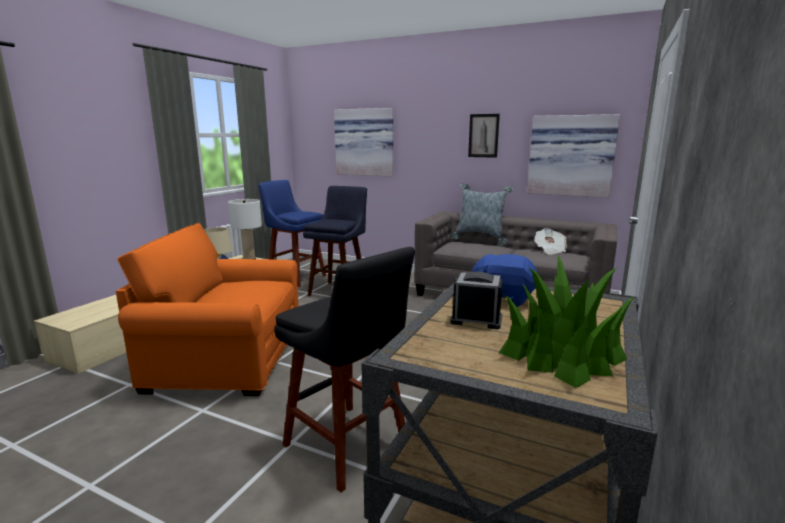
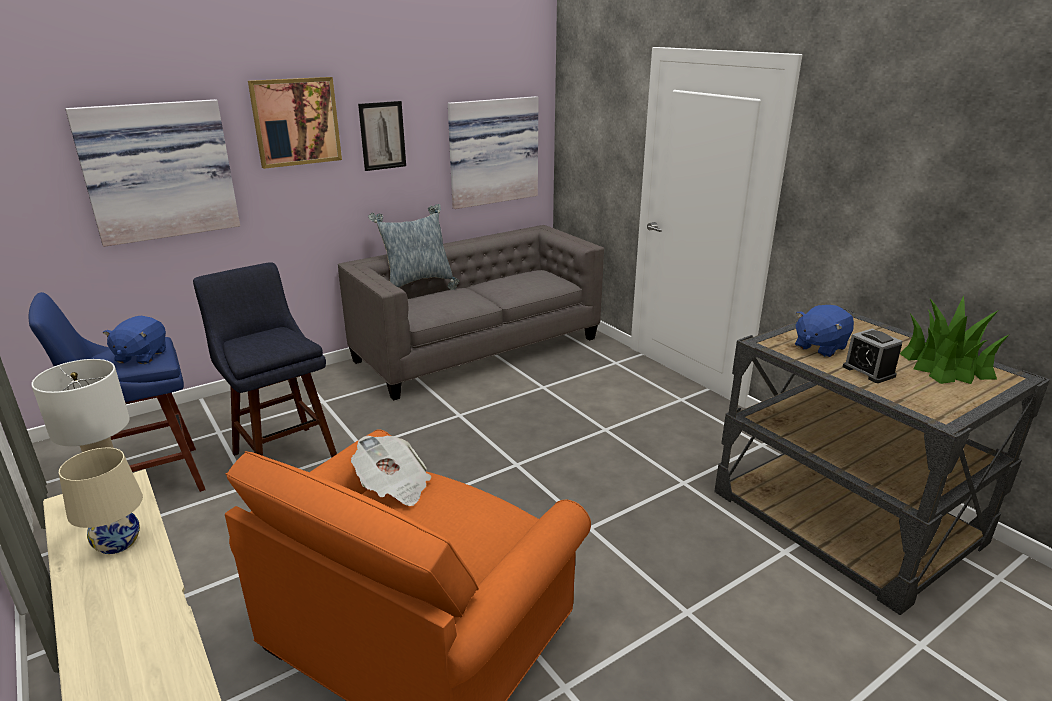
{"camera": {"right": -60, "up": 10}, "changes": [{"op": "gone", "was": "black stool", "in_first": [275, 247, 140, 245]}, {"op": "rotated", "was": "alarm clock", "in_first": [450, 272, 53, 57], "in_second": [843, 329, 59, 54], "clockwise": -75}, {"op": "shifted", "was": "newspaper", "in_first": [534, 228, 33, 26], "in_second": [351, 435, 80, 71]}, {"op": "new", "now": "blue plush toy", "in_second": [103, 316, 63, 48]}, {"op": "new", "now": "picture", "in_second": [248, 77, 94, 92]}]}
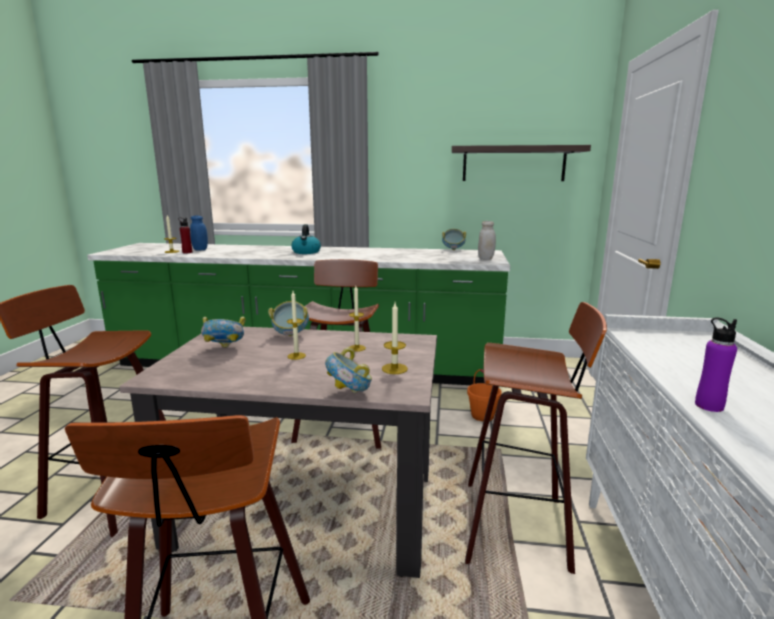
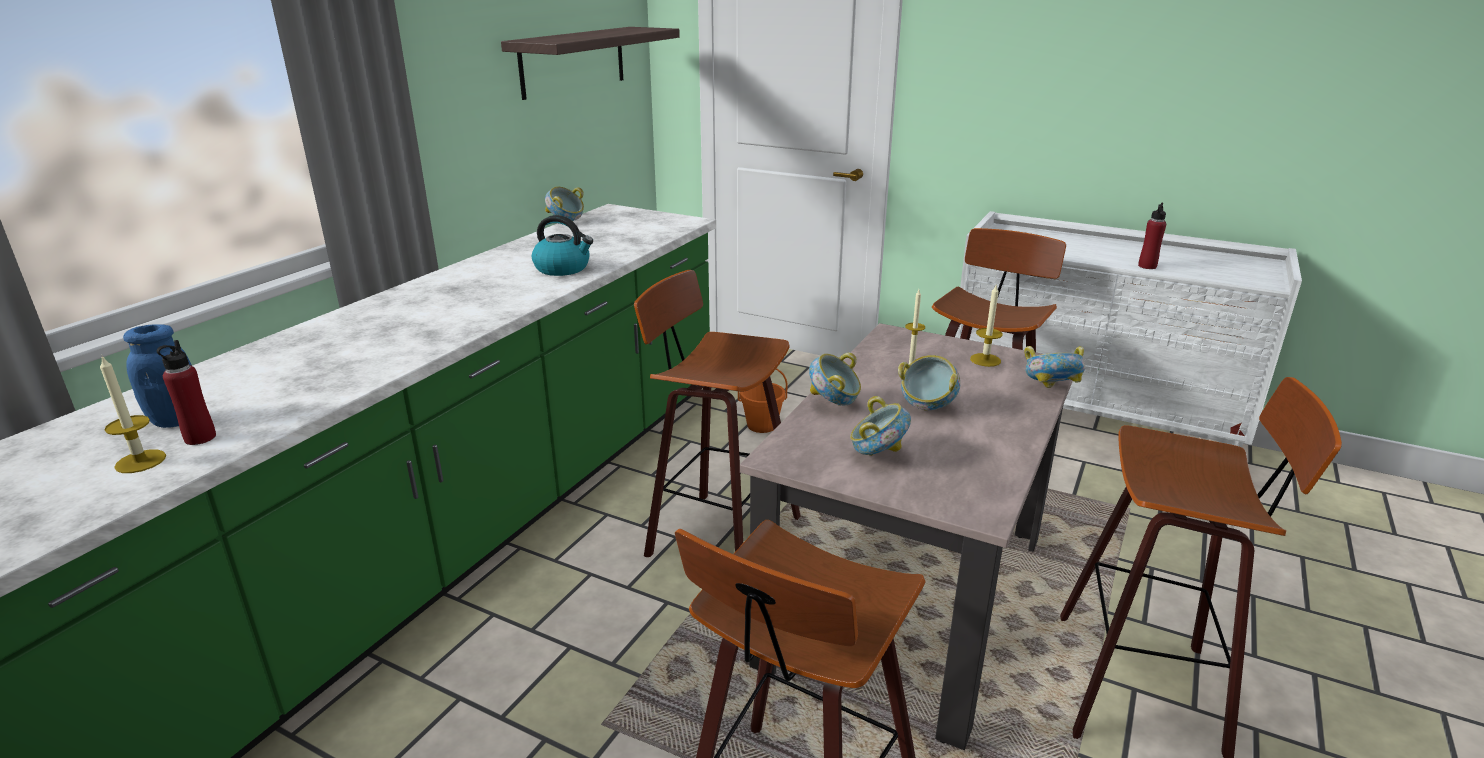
{"camera": {"right": -70, "up": 10}, "changes": [{"op": "swapped", "was": "candle", "now": "bowl", "in_first": [287, 291, 19, 69], "in_second": [898, 355, 63, 56]}, {"op": "shifted", "was": "kettle", "in_first": [291, 224, 30, 30], "in_second": [532, 215, 61, 61]}, {"op": "gone", "was": "white jar", "in_first": [478, 221, 18, 39]}, {"op": "repainted", "was": "purple bottle", "now": "red bottle", "in_first": [695, 317, 42, 95], "in_second": [1138, 203, 28, 66]}]}
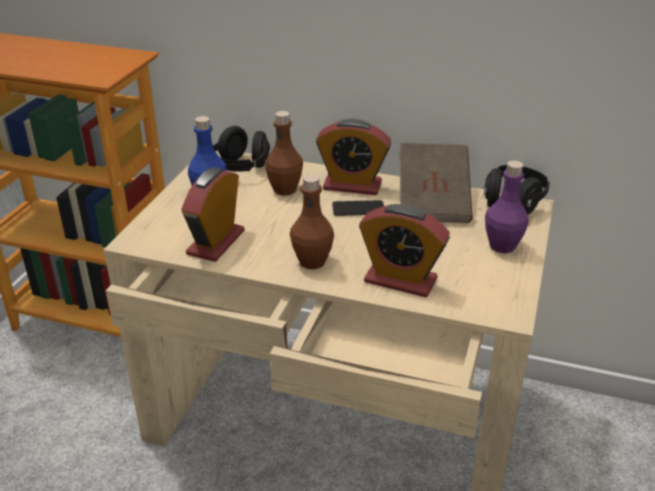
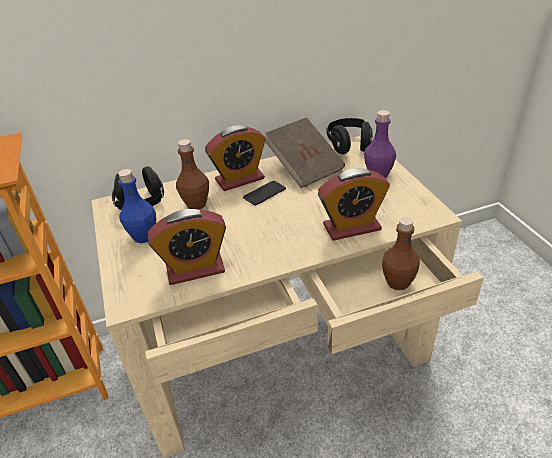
{"camera": {"right": -35, "up": 5}, "changes": [{"op": "rotated", "was": "alarm clock", "in_first": [181, 167, 63, 95], "in_second": [148, 209, 78, 76], "clockwise": -90}, {"op": "shifted", "was": "brown bottle", "in_first": [290, 174, 44, 95], "in_second": [382, 216, 38, 74]}]}
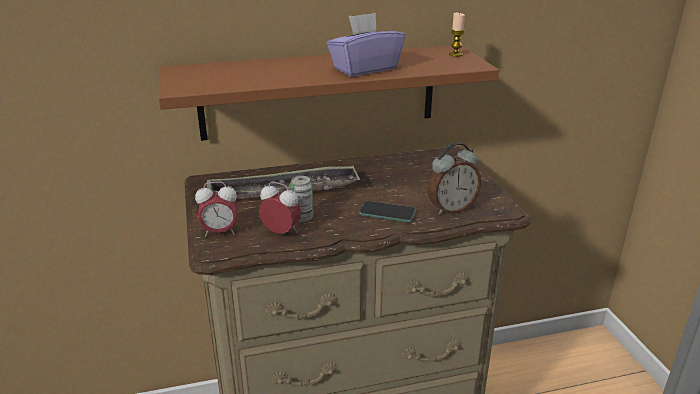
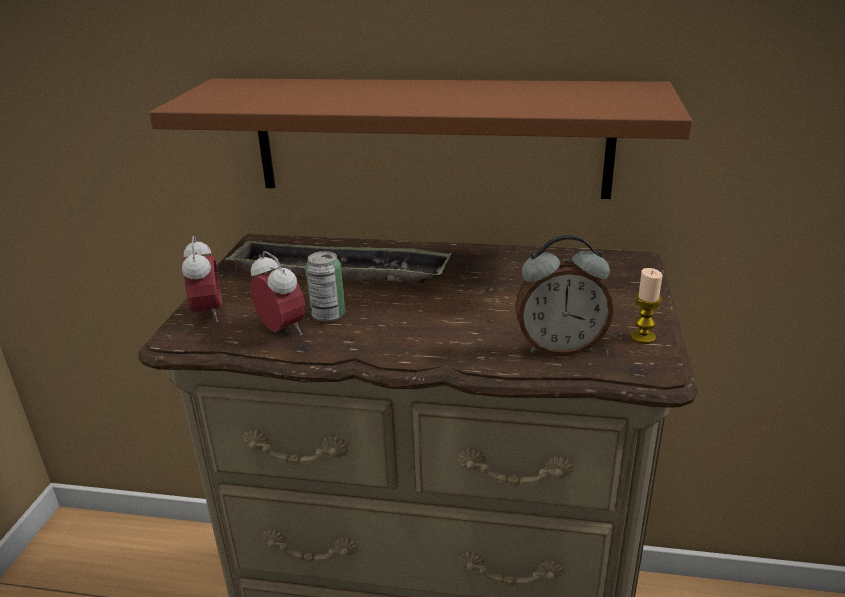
{"camera": {"right": 25, "up": 0}, "changes": [{"op": "rotated", "was": "alarm clock", "in_first": [195, 181, 43, 56], "in_second": [182, 236, 40, 86], "clockwise": -120}, {"op": "gone", "was": "purple tissue box", "in_first": [327, 13, 78, 64]}, {"op": "gone", "was": "phone", "in_first": [359, 201, 57, 22]}, {"op": "shifted", "was": "candle", "in_first": [449, 13, 16, 44], "in_second": [631, 268, 32, 76]}]}
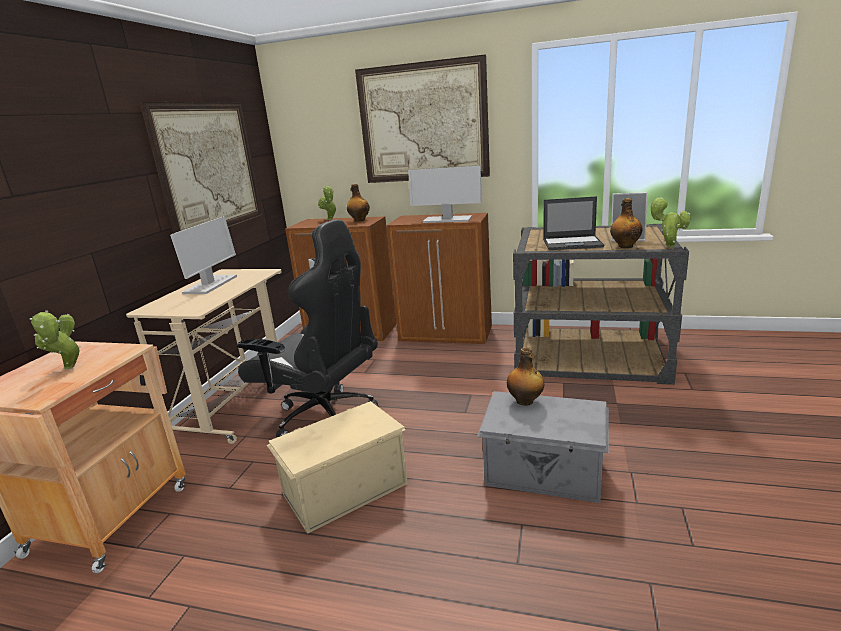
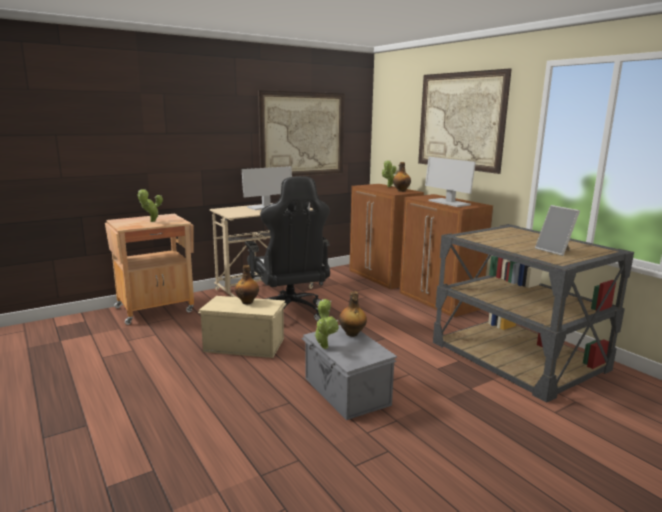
{"camera": {"right": 40, "up": -5}, "changes": [{"op": "gone", "was": "laptop", "in_first": [543, 196, 61, 54]}, {"op": "shifted", "was": "bottle", "in_first": [610, 198, 33, 50], "in_second": [235, 265, 24, 39]}, {"op": "shifted", "was": "potted plant", "in_first": [650, 197, 41, 50], "in_second": [314, 299, 25, 50]}]}
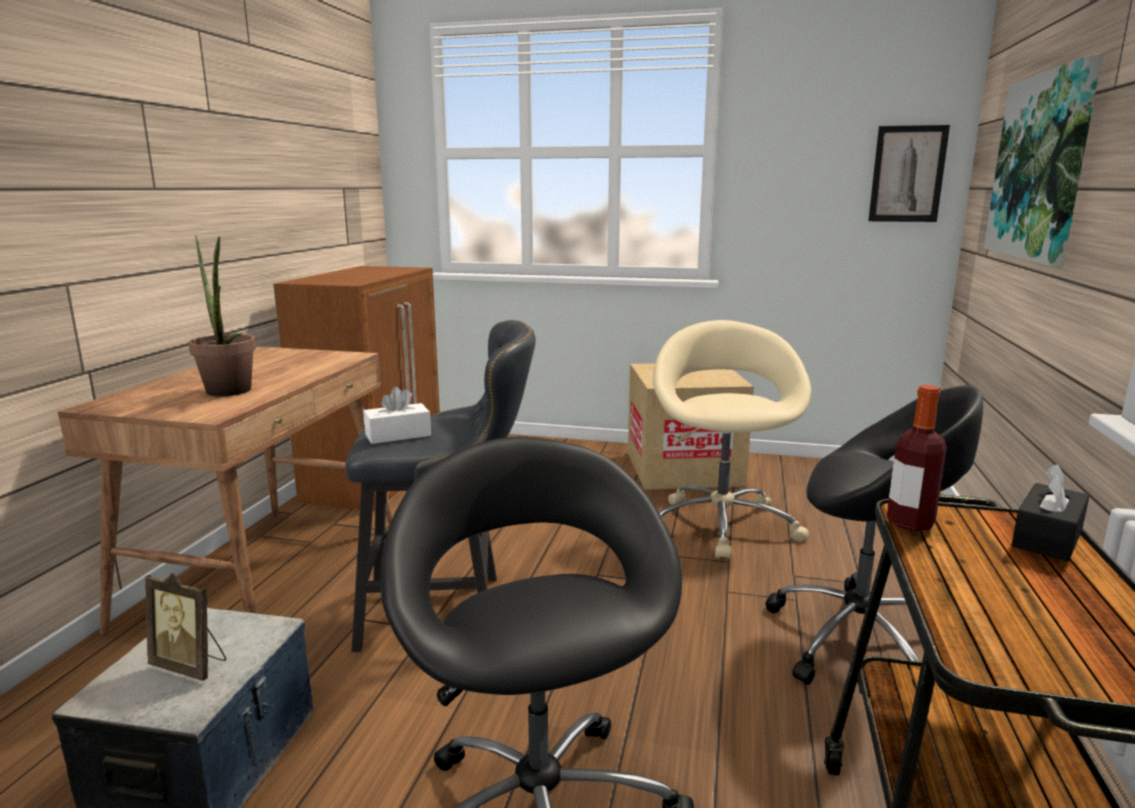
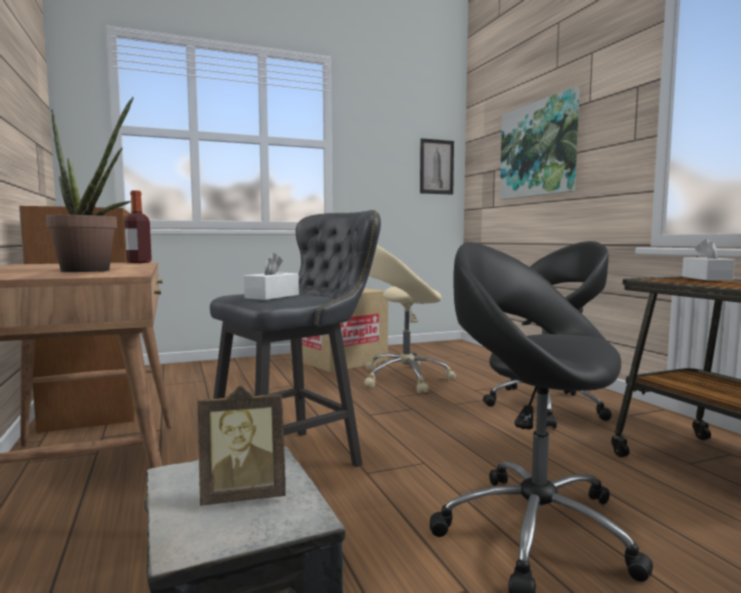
{"camera": {"right": -35, "up": -10}, "changes": [{"op": "rotated", "was": "beige office chair", "in_first": [653, 320, 158, 239], "in_second": [364, 245, 92, 148], "clockwise": -60}, {"op": "shifted", "was": "bottle", "in_first": [887, 385, 60, 146], "in_second": [125, 190, 27, 73]}, {"op": "repainted", "was": "black tissue box", "now": "white tissue box", "in_first": [1012, 464, 78, 97], "in_second": [682, 239, 53, 42]}]}
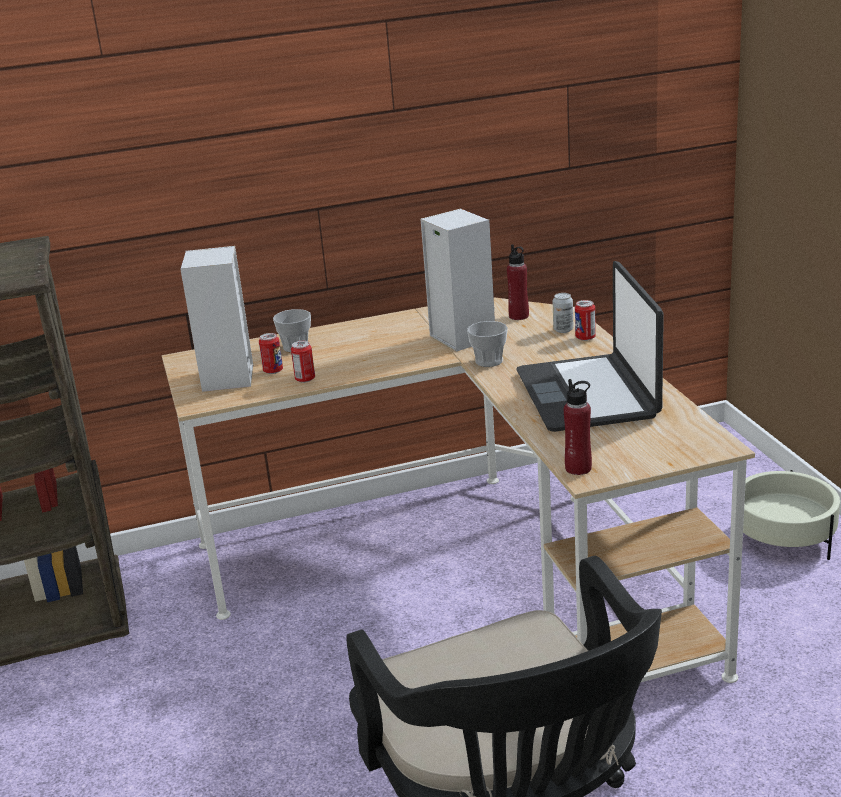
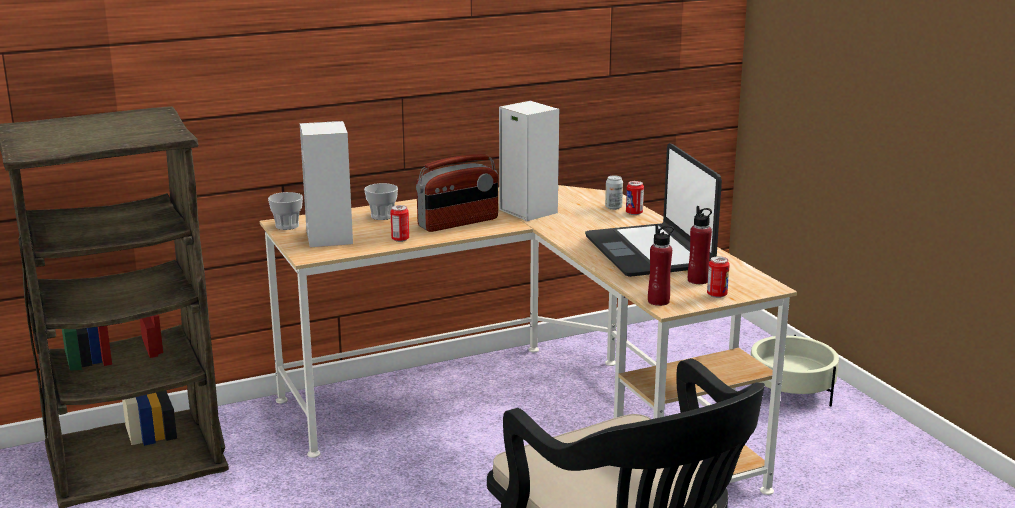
{"camera": {"right": -10, "up": -5}, "changes": [{"op": "shifted", "was": "can", "in_first": [259, 333, 24, 41], "in_second": [707, 256, 23, 42]}, {"op": "shifted", "was": "cup", "in_first": [467, 321, 41, 46], "in_second": [268, 192, 35, 38]}, {"op": "shifted", "was": "red bottle", "in_first": [507, 244, 22, 76], "in_second": [688, 206, 24, 78]}, {"op": "new", "now": "radio", "in_second": [416, 154, 82, 78]}]}
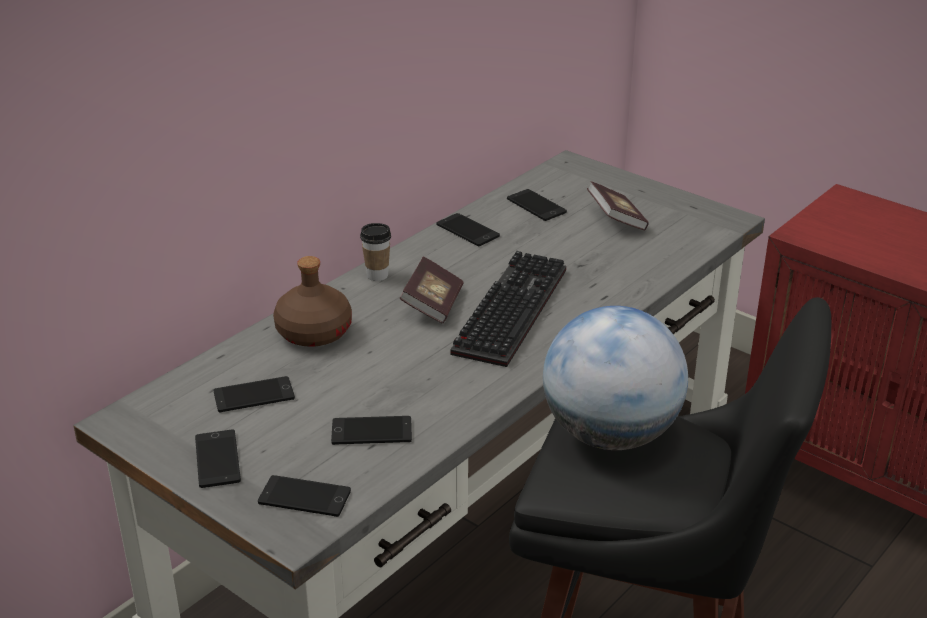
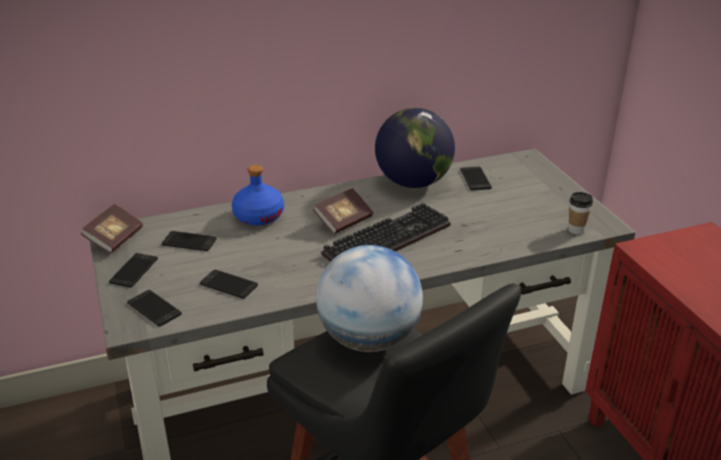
{"camera": {"right": 30, "up": 0}, "changes": [{"op": "repainted", "was": "brown bottle", "now": "blue bottle", "in_first": [273, 256, 79, 91], "in_second": [232, 165, 52, 61]}, {"op": "shifted", "was": "cup", "in_first": [360, 223, 31, 58], "in_second": [568, 192, 25, 43]}, {"op": "swapped", "was": "phone", "now": "globe", "in_first": [436, 213, 64, 33], "in_second": [375, 108, 80, 80]}, {"op": "shifted", "was": "book", "in_first": [587, 181, 62, 50], "in_second": [81, 204, 62, 49]}]}
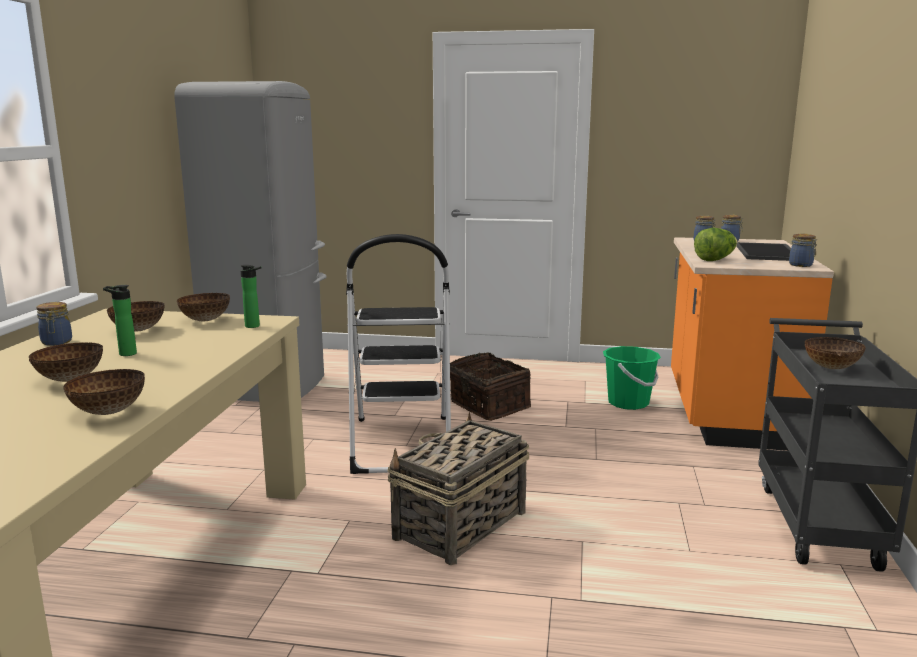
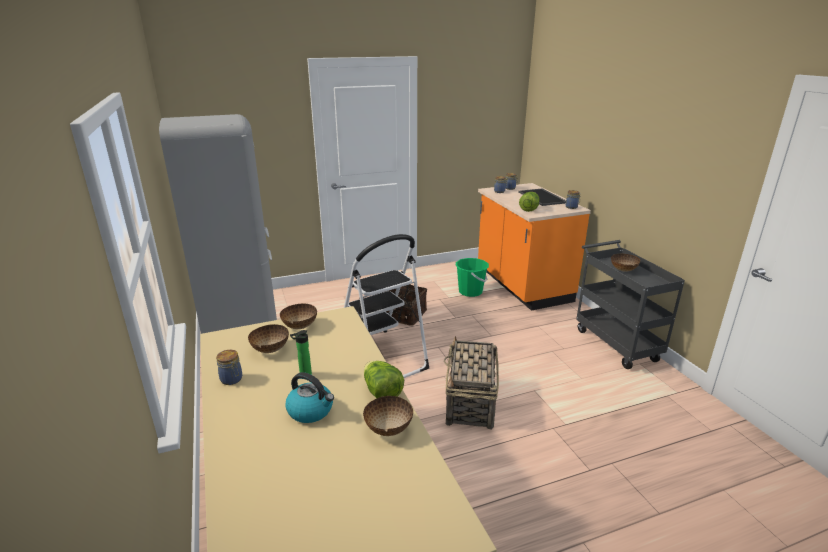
{"camera": {"right": -30, "up": 10}, "changes": [{"op": "swapped", "was": "bowl", "now": "kettle", "in_first": [29, 342, 74, 40], "in_second": [285, 372, 49, 51]}, {"op": "gone", "was": "bottle", "in_first": [241, 265, 21, 63]}, {"op": "new", "now": "lettuce", "in_second": [364, 361, 40, 38]}]}
